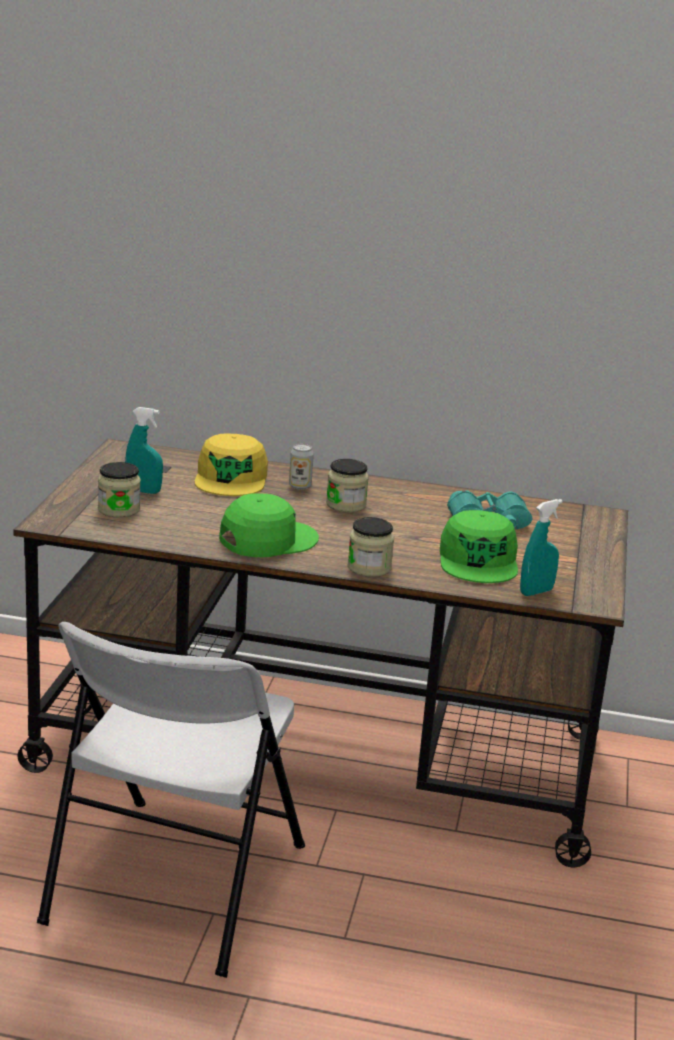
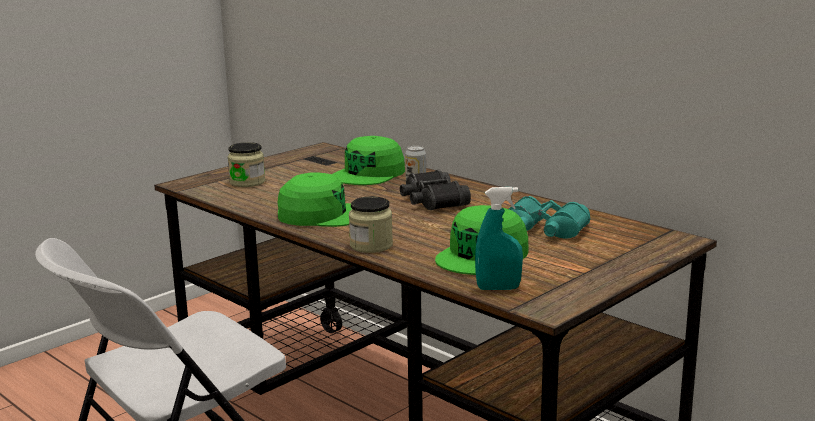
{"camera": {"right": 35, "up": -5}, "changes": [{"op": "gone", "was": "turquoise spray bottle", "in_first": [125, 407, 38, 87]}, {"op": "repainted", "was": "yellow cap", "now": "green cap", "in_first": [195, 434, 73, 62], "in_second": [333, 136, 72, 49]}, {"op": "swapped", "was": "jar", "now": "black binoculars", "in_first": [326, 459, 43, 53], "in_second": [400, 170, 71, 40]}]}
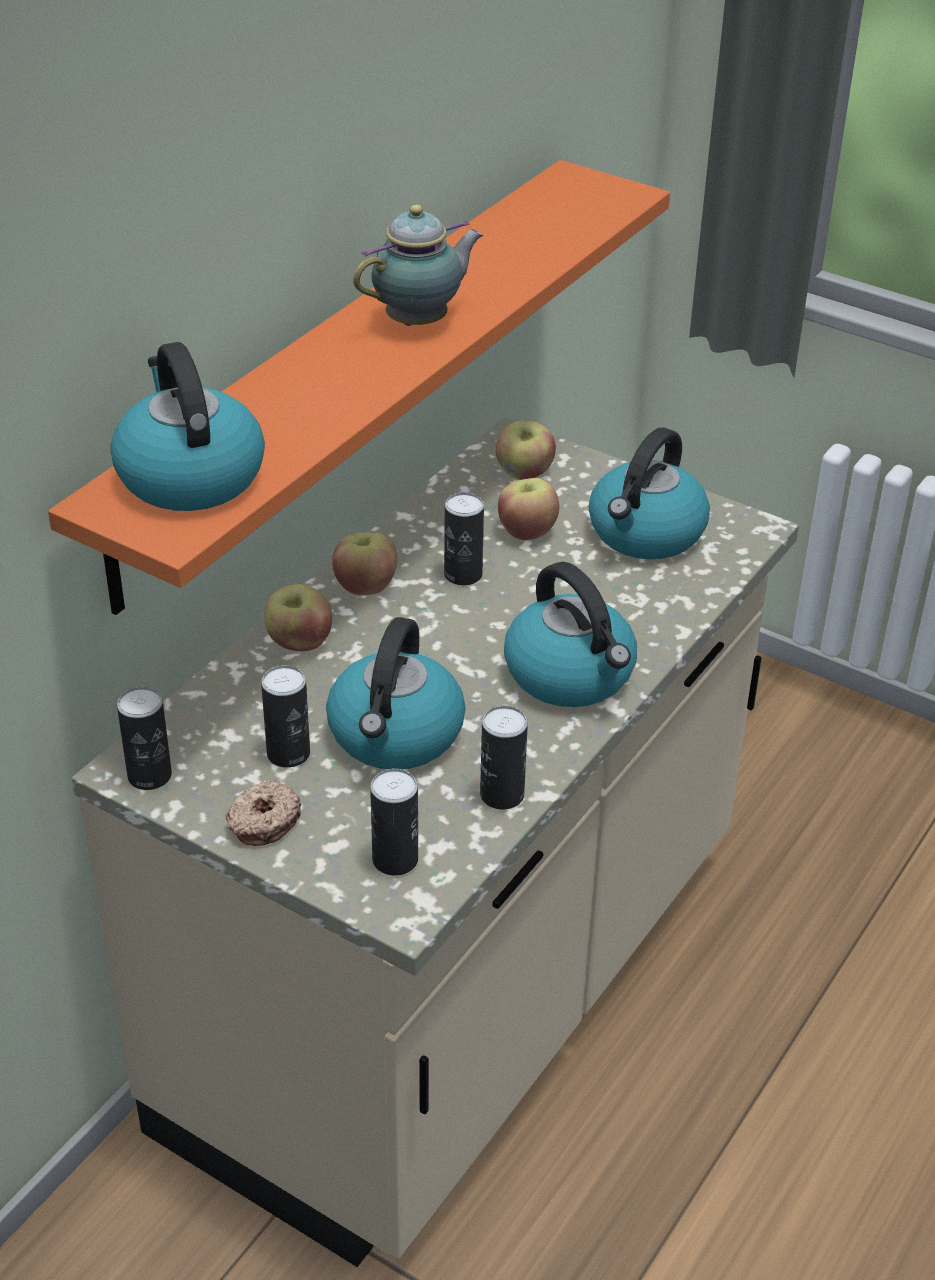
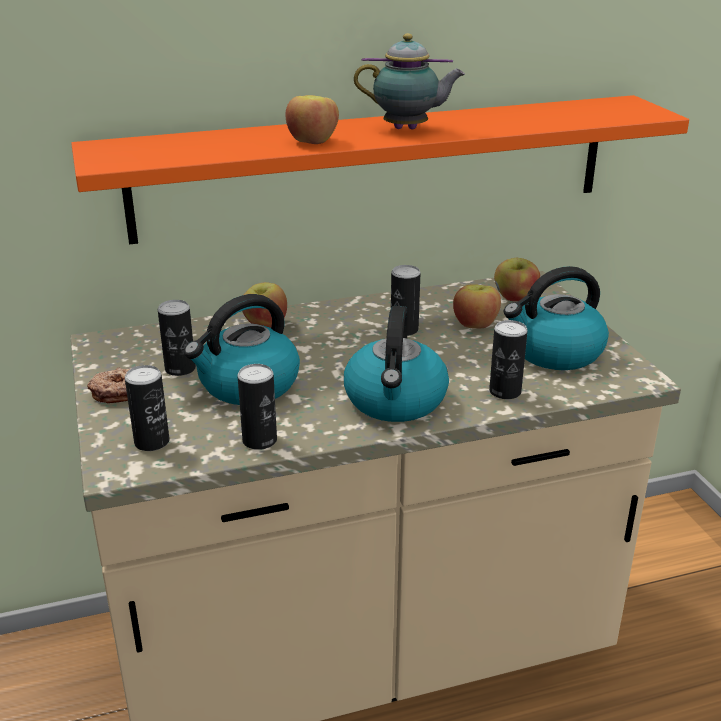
{"camera": {"right": 40, "up": -10}, "changes": [{"op": "gone", "was": "kettle", "in_first": [111, 342, 154, 169]}, {"op": "shifted", "was": "can", "in_first": [117, 687, 55, 103], "in_second": [489, 320, 39, 79]}, {"op": "shifted", "was": "apple", "in_first": [332, 532, 66, 64], "in_second": [286, 95, 53, 49]}]}
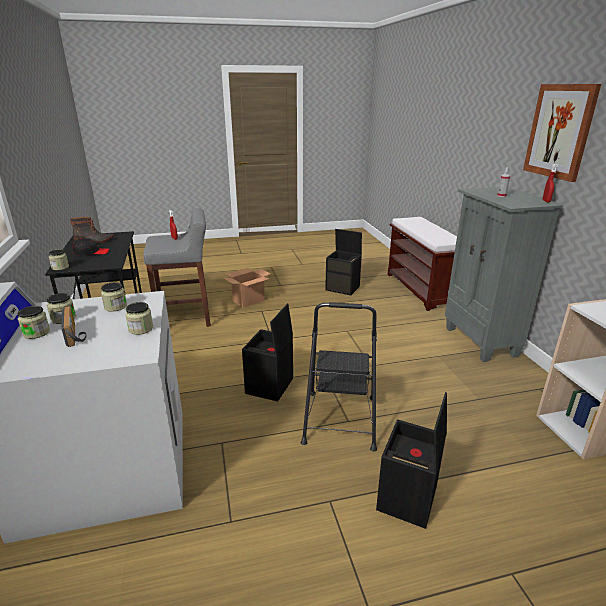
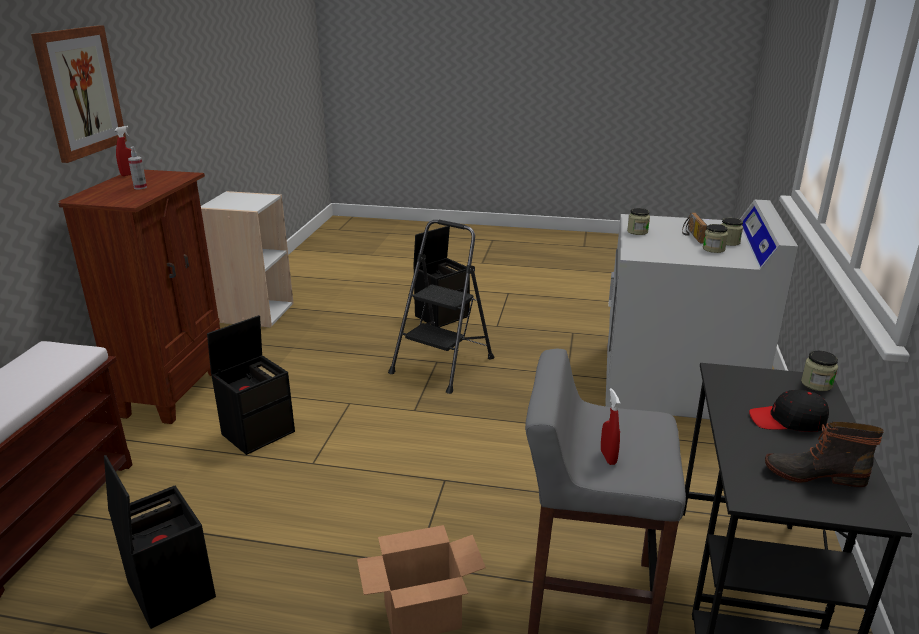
{"camera": {"right": -155, "up": 0}, "changes": [{"op": "gone", "was": "jar", "in_first": [101, 282, 26, 30]}, {"op": "shifted", "was": "black storage box", "in_first": [242, 303, 51, 99], "in_second": [207, 315, 88, 140]}, {"op": "repainted", "was": "grey cabinet", "now": "brown cabinet", "in_first": [445, 187, 118, 175], "in_second": [58, 170, 162, 254]}]}
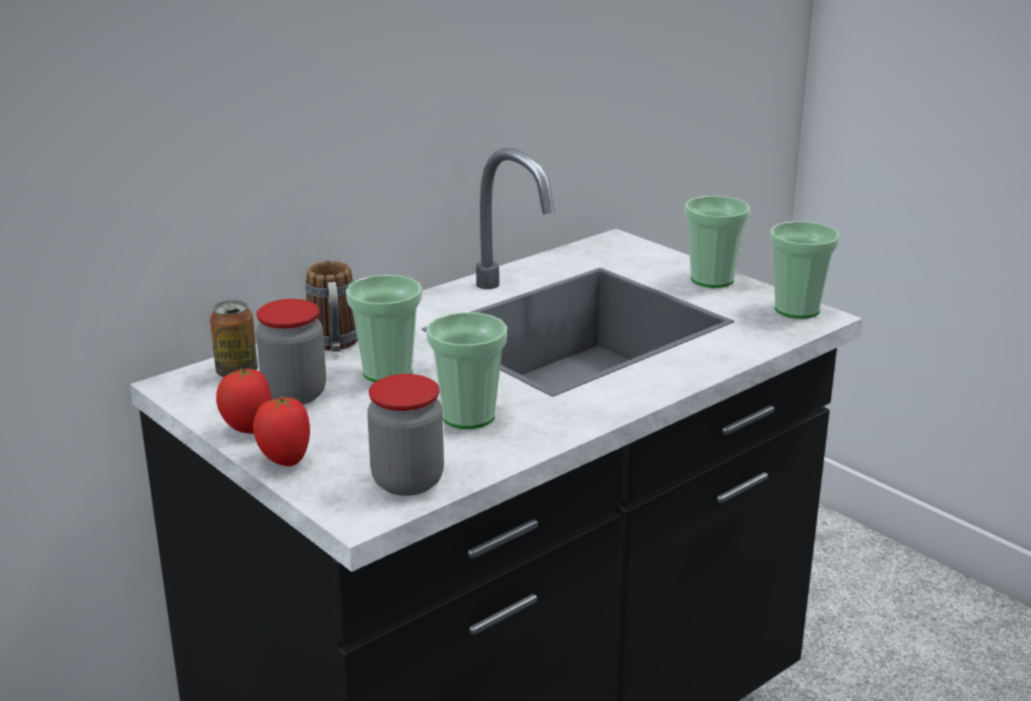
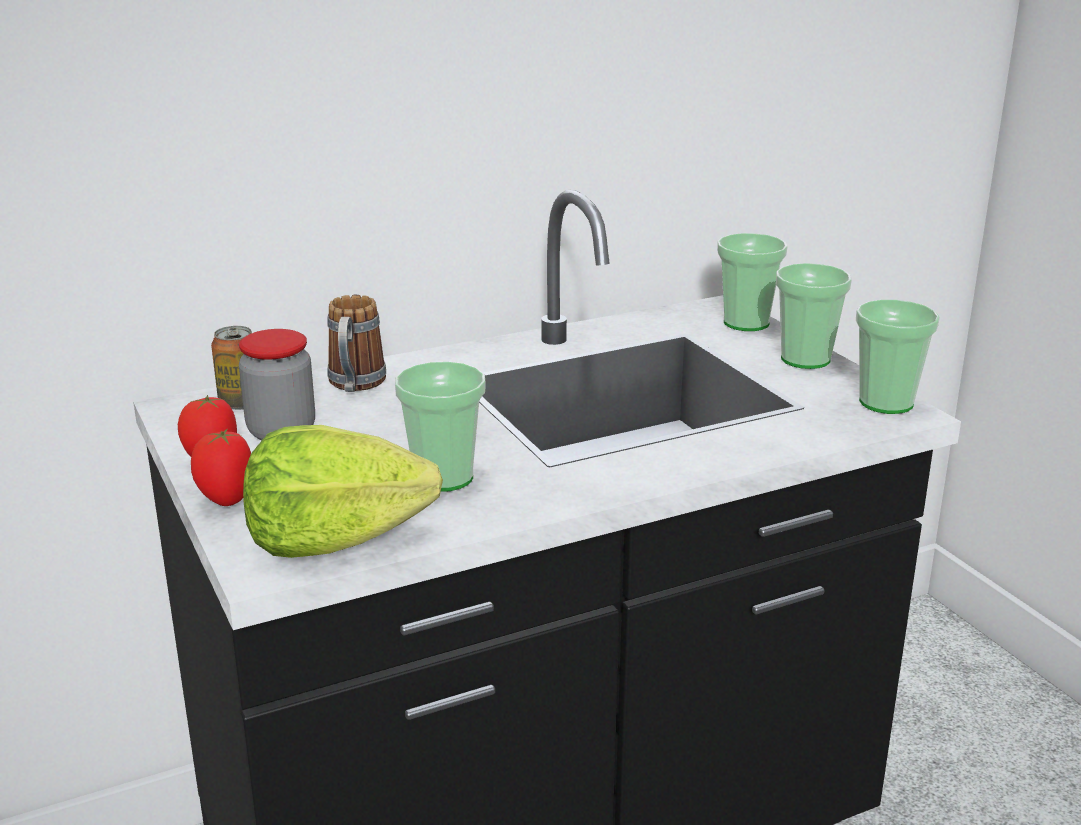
{"camera": {"right": 15, "up": 0}, "changes": [{"op": "shifted", "was": "cup", "in_first": [346, 275, 76, 107], "in_second": [717, 233, 71, 98]}, {"op": "swapped", "was": "jar", "now": "lettuce", "in_first": [367, 374, 77, 122], "in_second": [243, 425, 200, 133]}]}
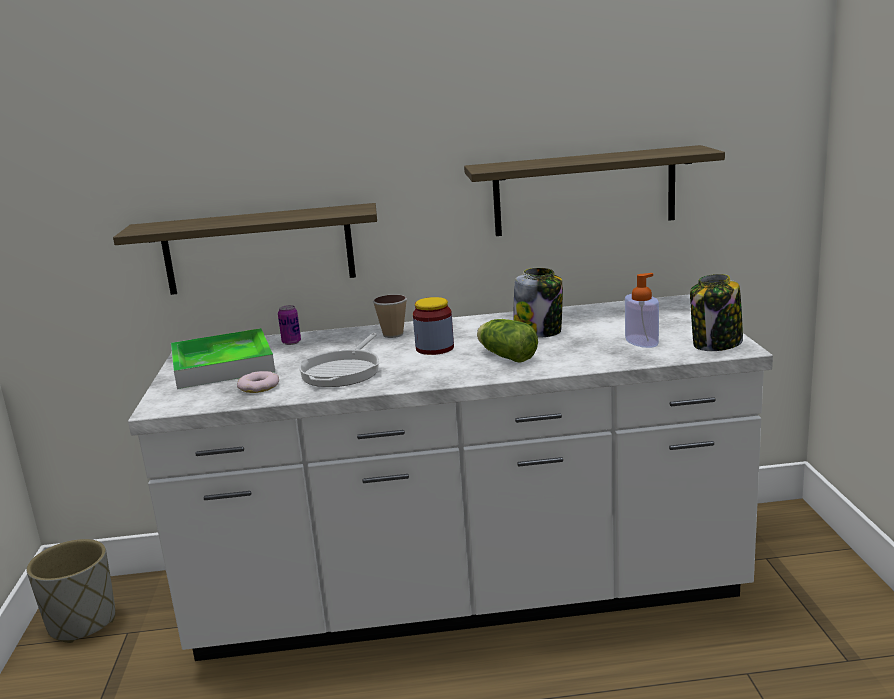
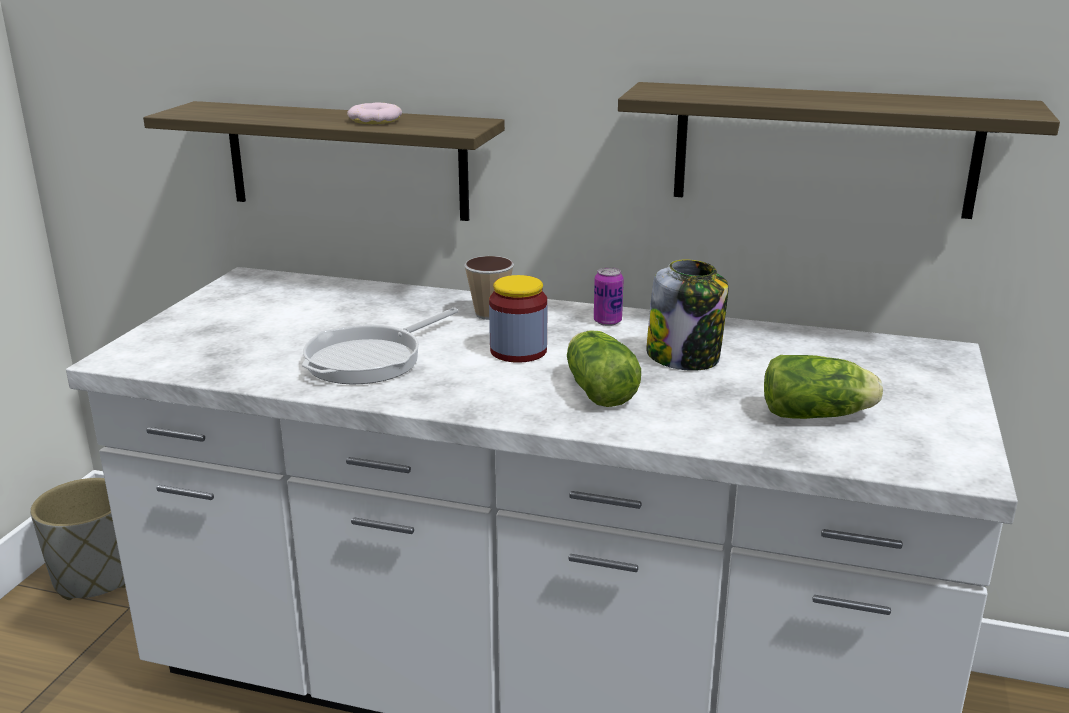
{"camera": {"right": 20, "up": 5}, "changes": [{"op": "gone", "was": "tray", "in_first": [171, 328, 104, 61]}, {"op": "shifted", "was": "donut", "in_first": [237, 371, 42, 22], "in_second": [347, 102, 55, 22]}, {"op": "shifted", "was": "can", "in_first": [278, 305, 23, 40], "in_second": [594, 267, 30, 59]}, {"op": "swapped", "was": "soap dispenser", "now": "lettuce", "in_first": [625, 273, 34, 75], "in_second": [764, 355, 119, 64]}, {"op": "gone", "was": "jar", "in_first": [690, 274, 53, 77]}]}
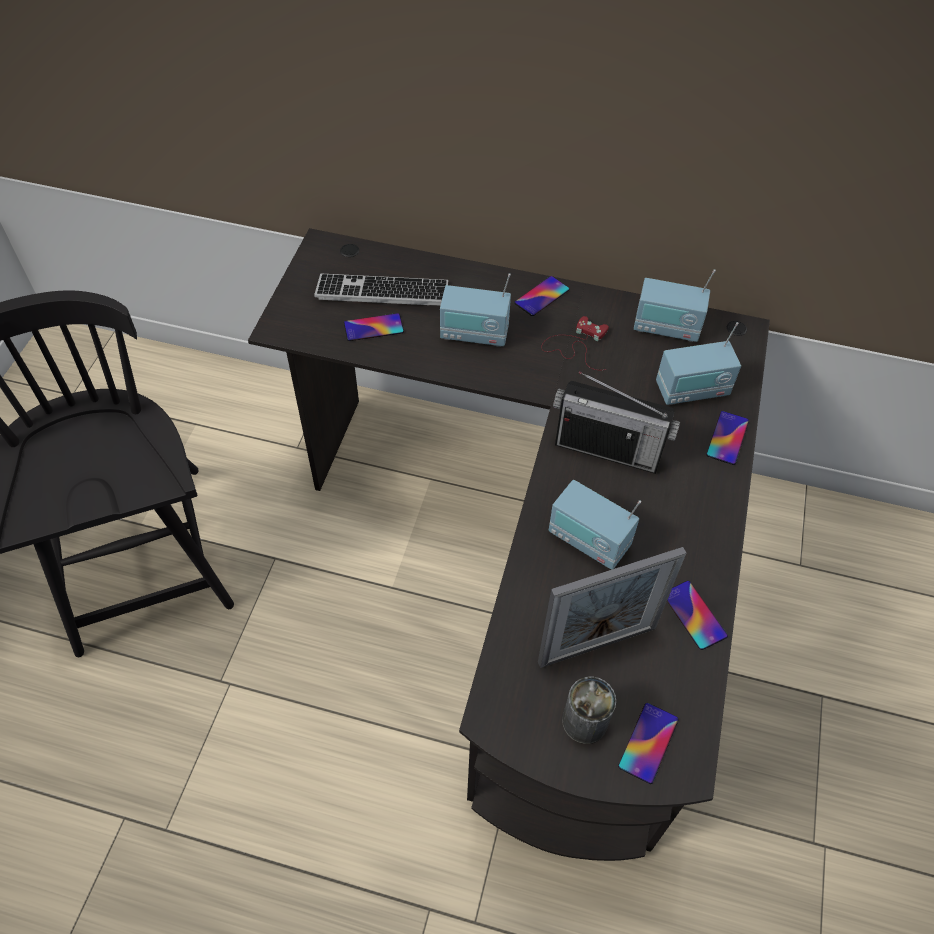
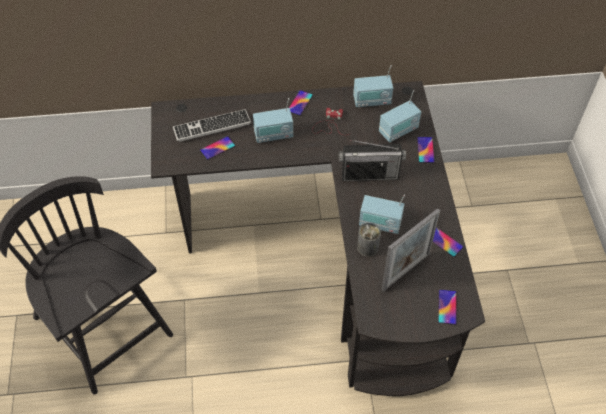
{"camera": {"right": -20, "up": 0}, "changes": [{"op": "shifted", "was": "can", "in_first": [562, 677, 54, 67], "in_second": [357, 222, 24, 35]}]}
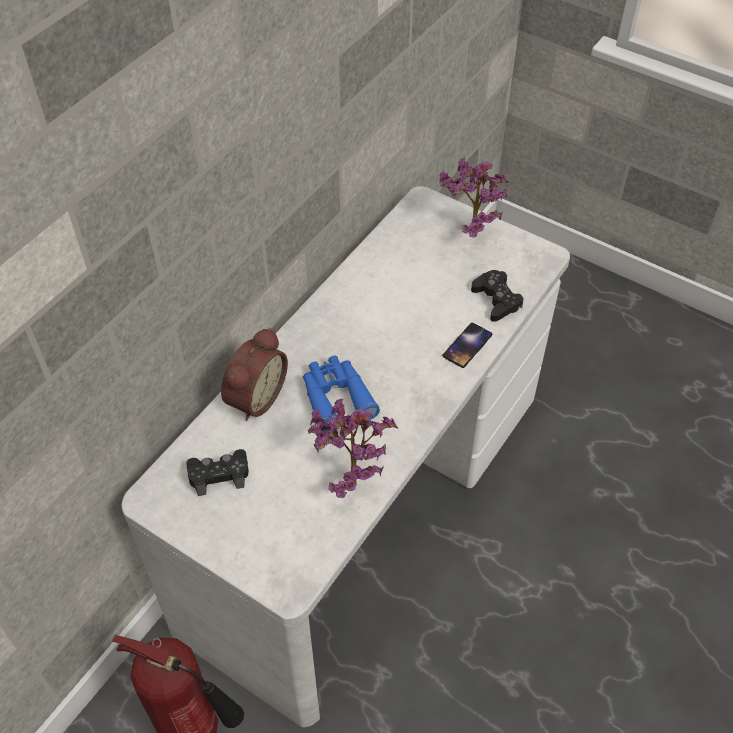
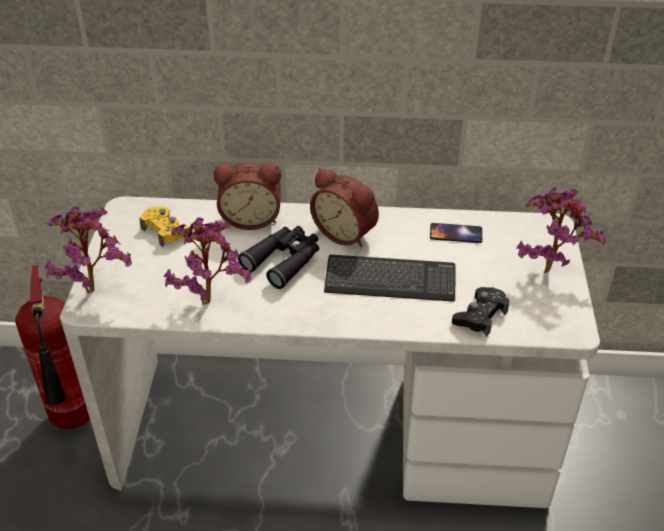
{"camera": {"right": 60, "up": -10}, "changes": [{"op": "repainted", "was": "black game controller", "now": "yellow game controller", "in_first": [186, 449, 63, 47], "in_second": [139, 207, 54, 40]}, {"op": "repainted", "was": "blue binoculars", "now": "black binoculars", "in_first": [303, 356, 77, 76], "in_second": [238, 226, 81, 63]}, {"op": "shifted", "was": "phone", "in_first": [442, 323, 50, 45], "in_second": [430, 223, 52, 20]}, {"op": "new", "now": "potted plant", "in_second": [44, 206, 88, 87]}, {"op": "new", "now": "alarm clock", "in_second": [310, 168, 69, 79]}, {"op": "new", "now": "keyboard", "in_second": [324, 255, 132, 47]}]}
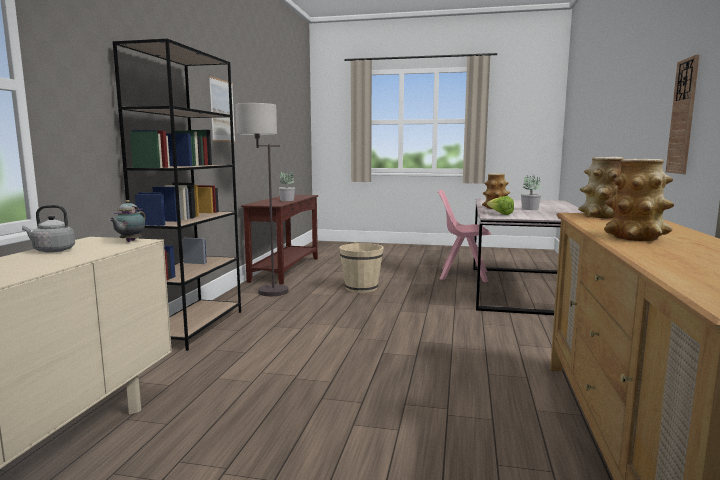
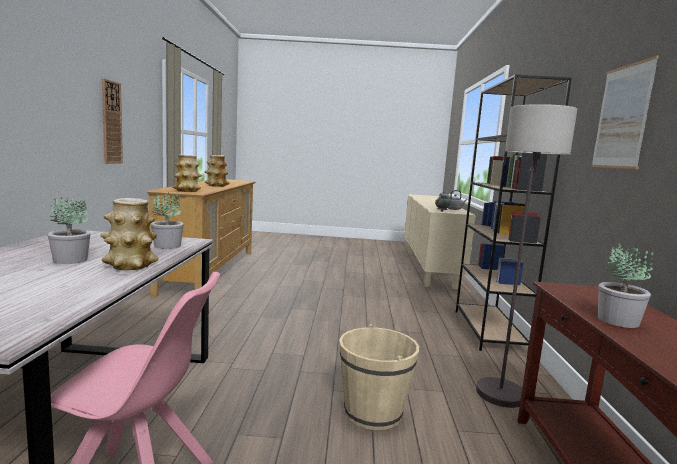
{"camera": {"right": 170, "up": 0}, "changes": [{"op": "swapped", "was": "lettuce", "now": "potted plant", "in_first": [487, 196, 27, 19], "in_second": [151, 192, 33, 57]}]}
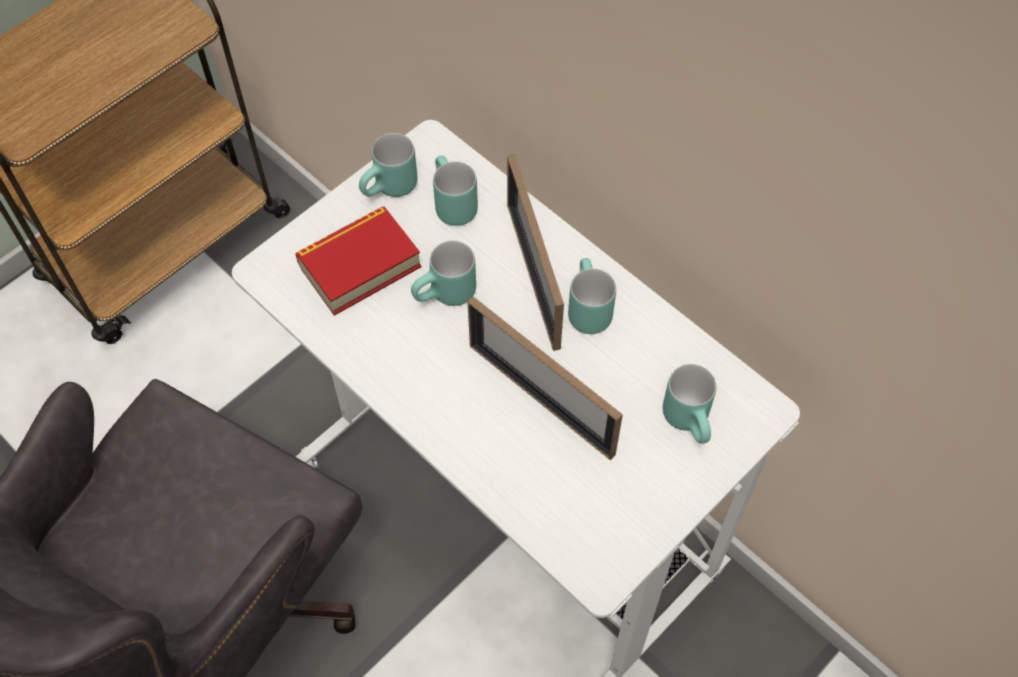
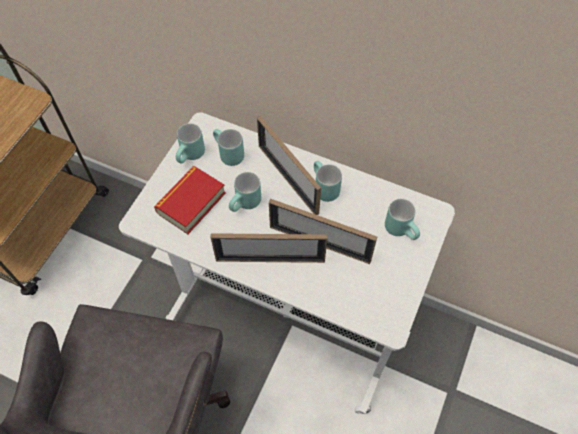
{"camera": {"right": -20, "up": 0}, "changes": [{"op": "new", "now": "picture frame", "in_second": [211, 233, 116, 30]}]}
